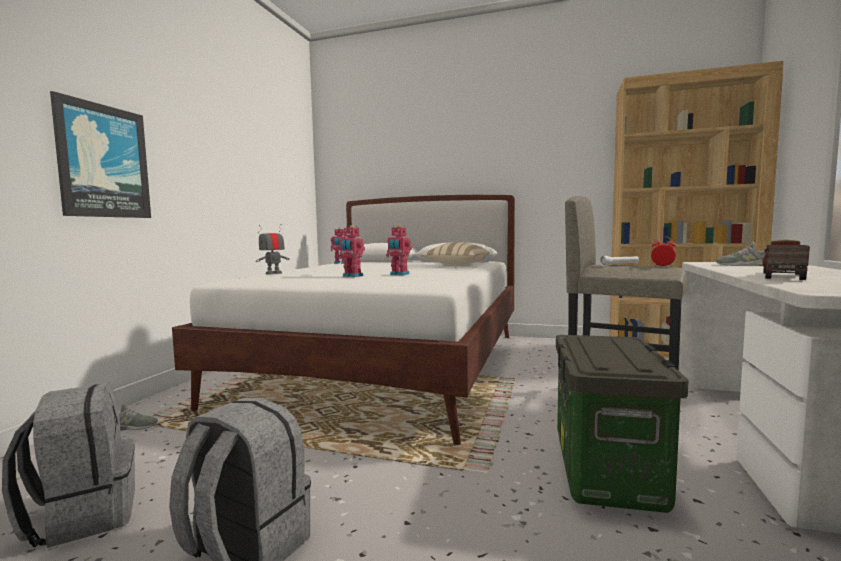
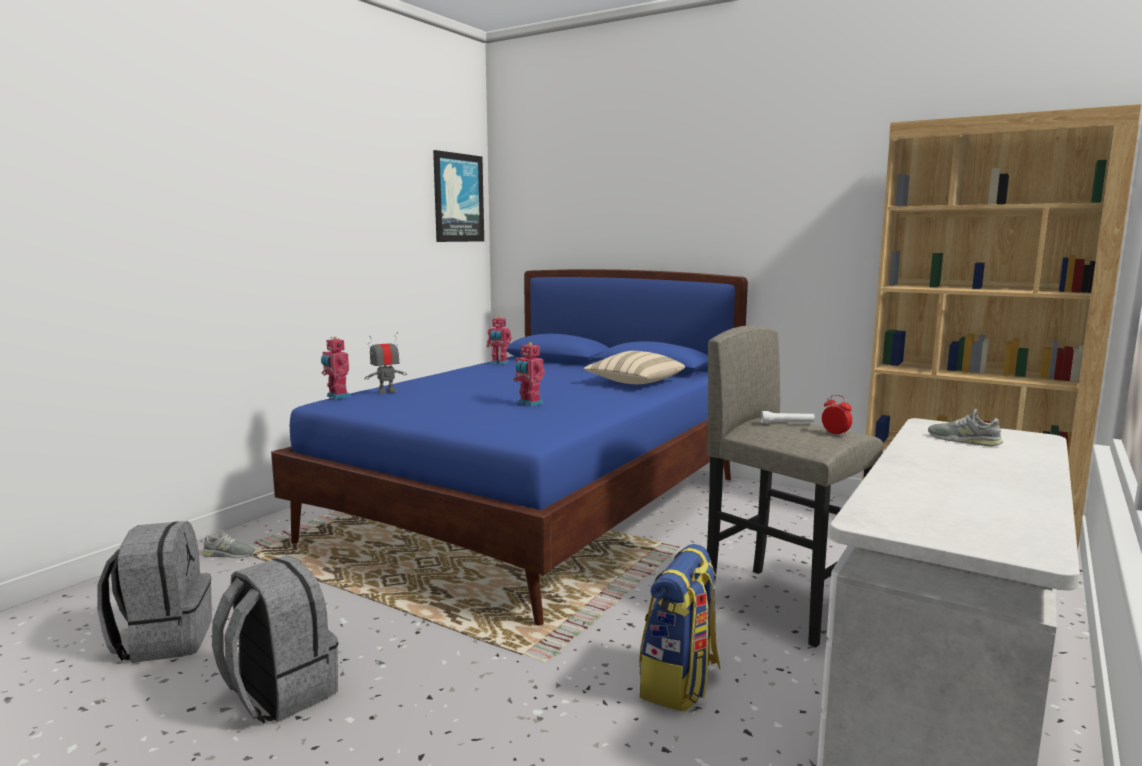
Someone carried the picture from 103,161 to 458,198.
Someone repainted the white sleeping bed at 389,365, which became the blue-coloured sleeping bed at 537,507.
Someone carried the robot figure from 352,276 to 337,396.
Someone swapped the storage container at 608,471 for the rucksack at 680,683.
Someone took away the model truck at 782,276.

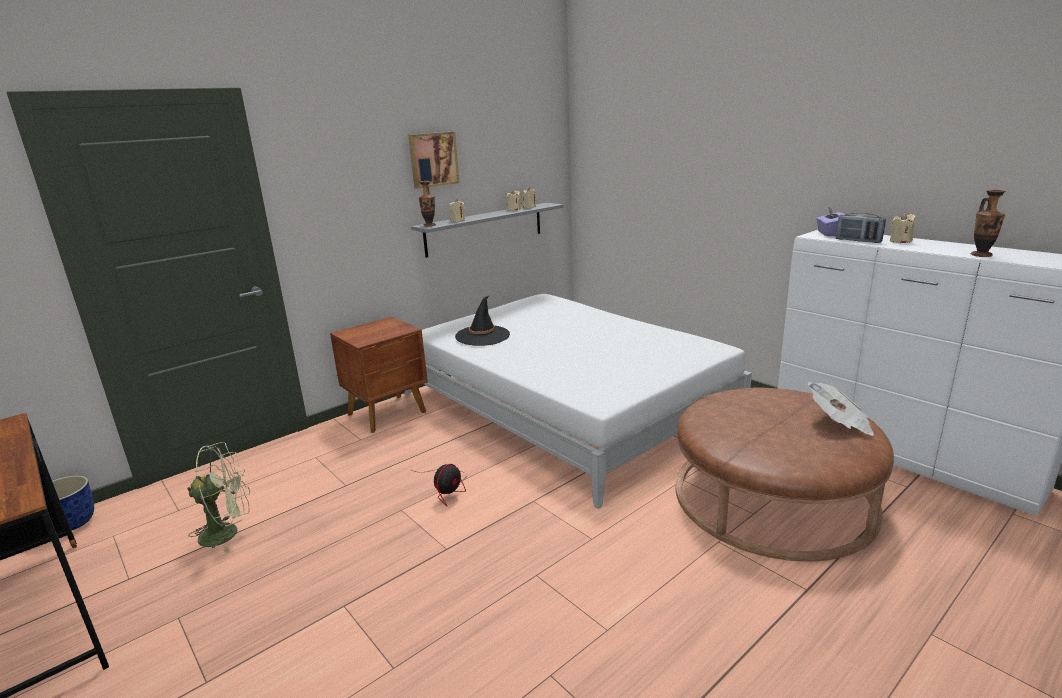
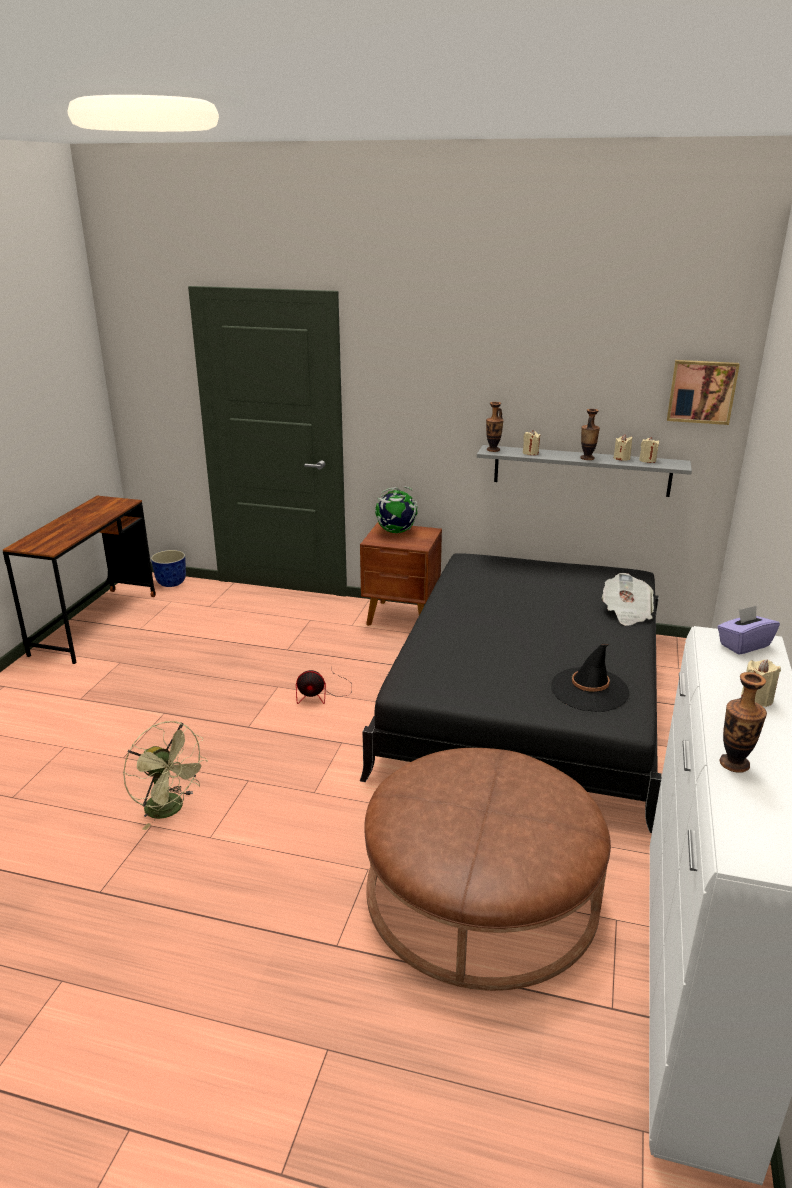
Someone carried the green electric fan from 228,533 to 170,810.
Someone repainted the white sleeping bed at 567,404, which became the black sleeping bed at 527,698.
Someone carried the picture from 433,159 to 702,391.
Someone carried the black hat from 482,336 to 589,690.
Someone carried the newspaper from 839,423 to 626,613.
Someone took away the radio set at 858,241.
Someone put down the desk globe at 396,532.
Someone put down the flower vase at 587,458.

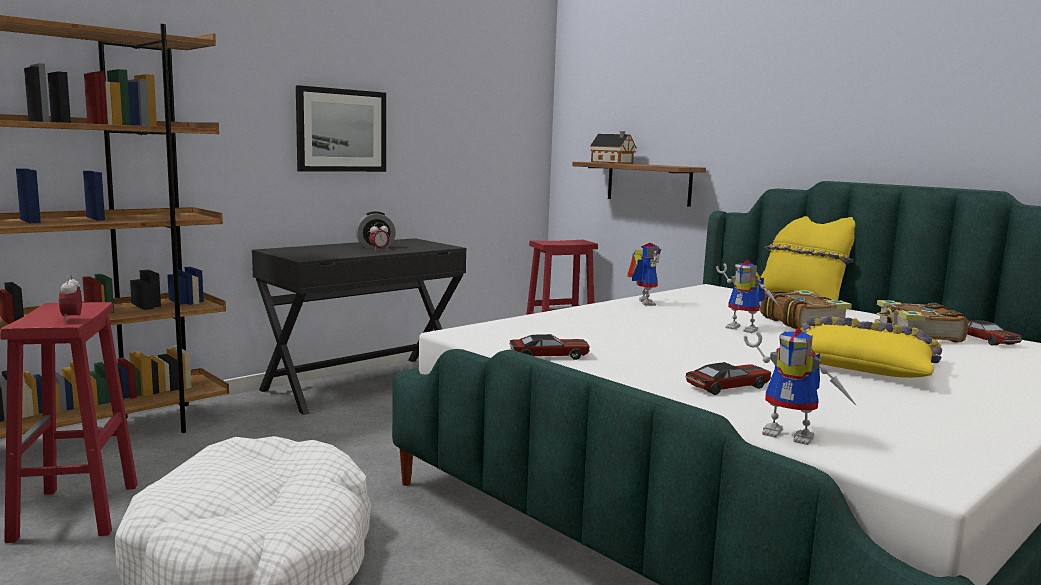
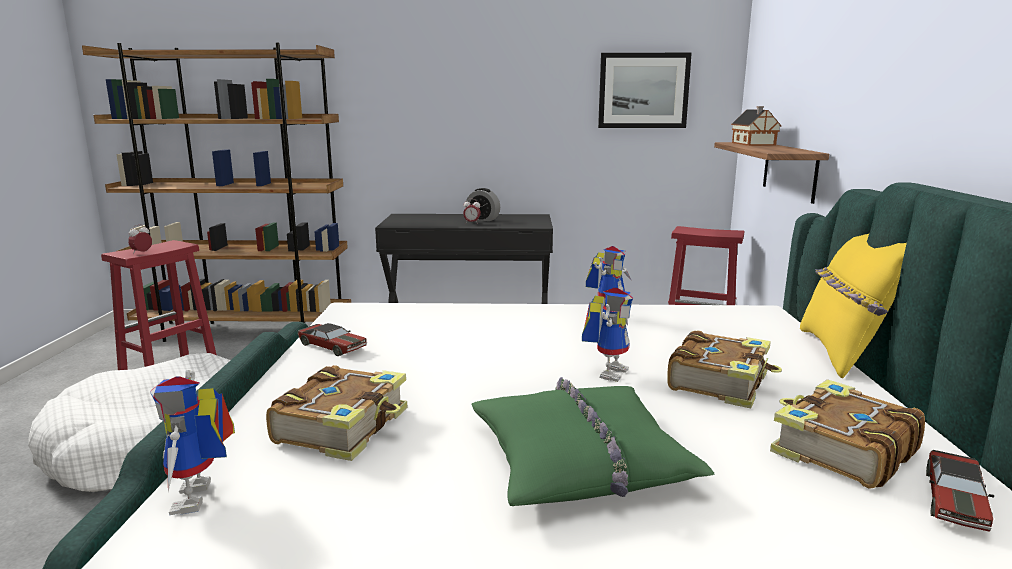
Someone carried the picture from 341,130 to 643,90.
Someone swapped the model car at 728,386 for the volume at 344,426.
Someone rotated the robot figure at 746,329 by 150 degrees counterclockwise.
Someone repainted the yellowish pillow at 863,364, which became the green pillow at 580,460.

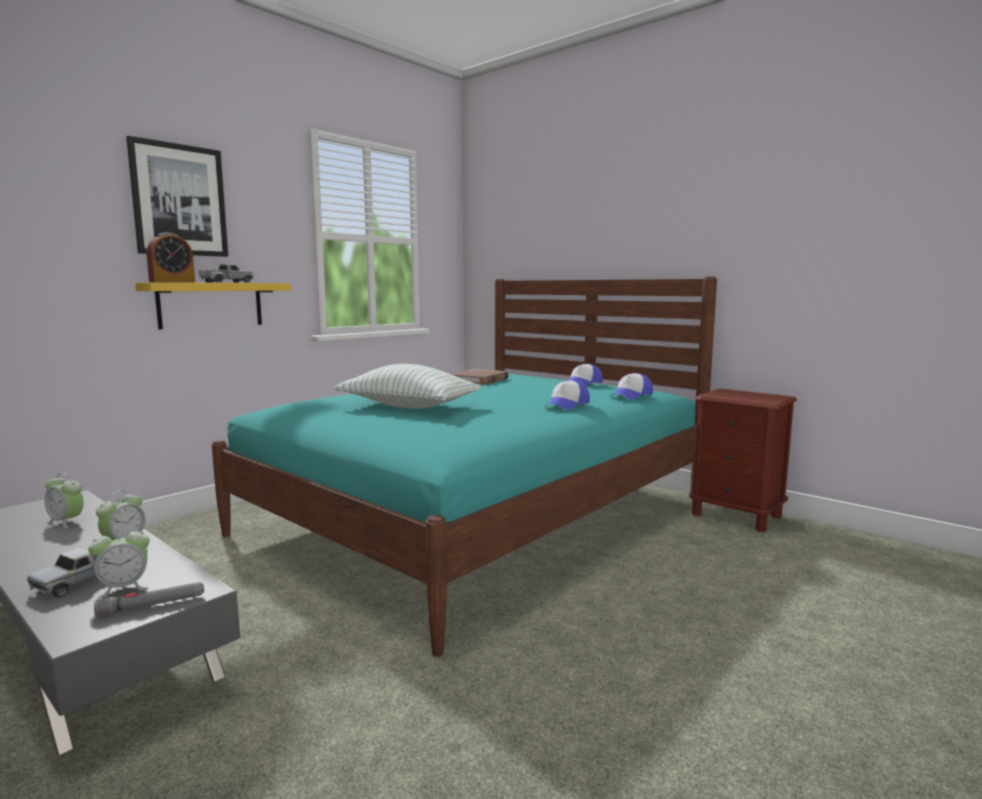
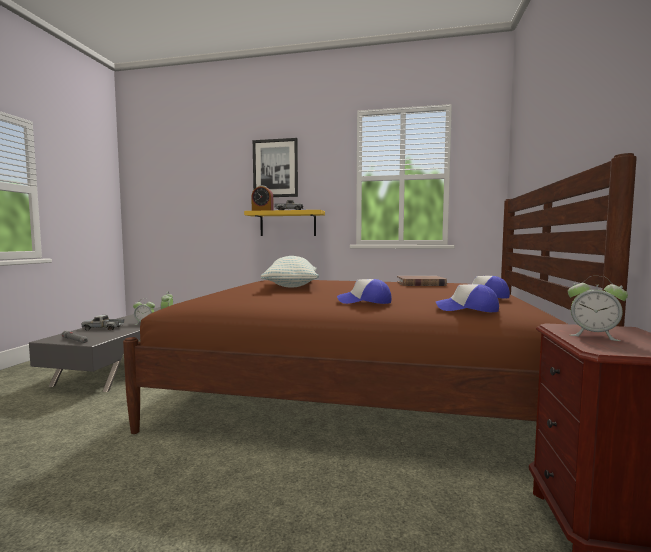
Someone carried the table clock from 124,588 to 593,335.
Someone repainted the blue-green sleeping bed at 480,515, which became the brown-coloured sleeping bed at 358,390.

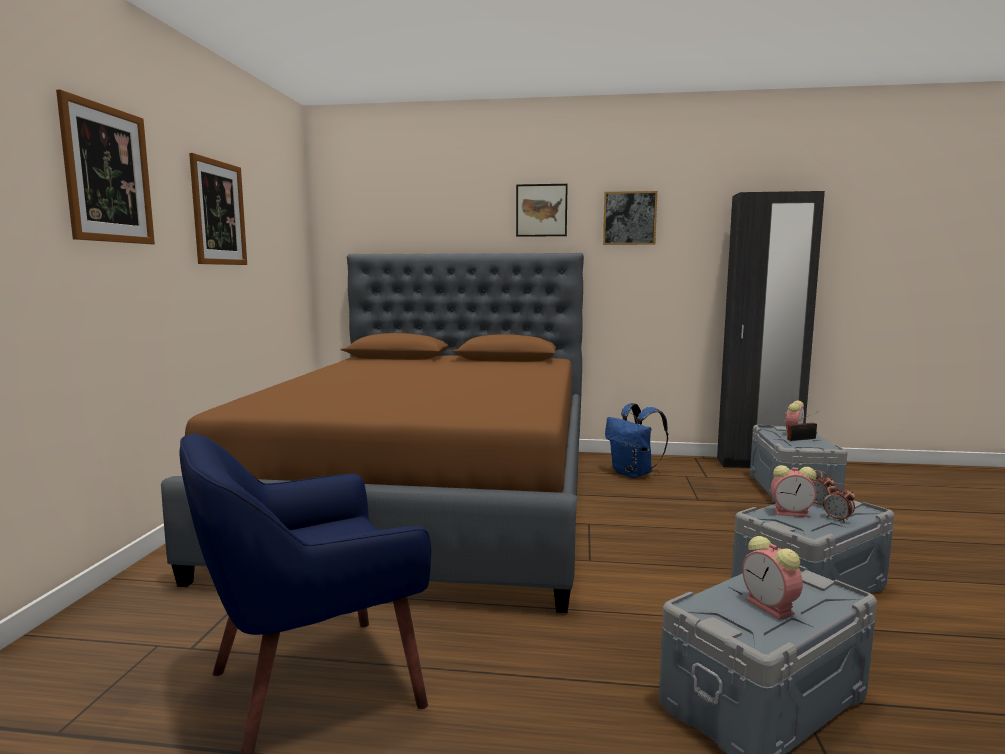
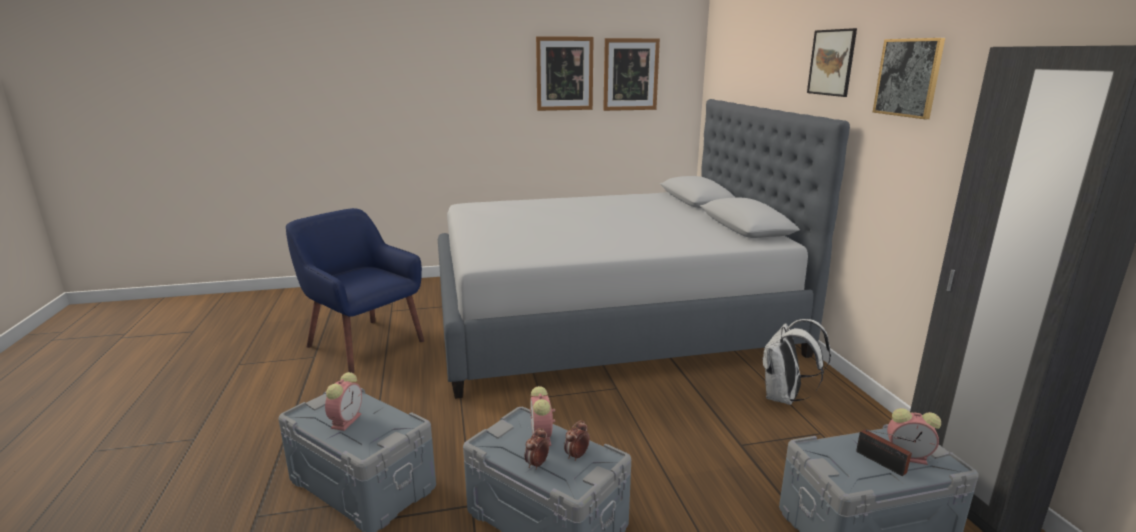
Someone carried the picture from 108,174 to 630,74.
Someone repainted the brown-coloured sleeping bed at 430,501, which became the grey sleeping bed at 606,319.
Someone repainted the blue-coloured rucksack at 634,473, which became the white rucksack at 784,398.
Someone rotated the table clock at 771,607 by 150 degrees clockwise.

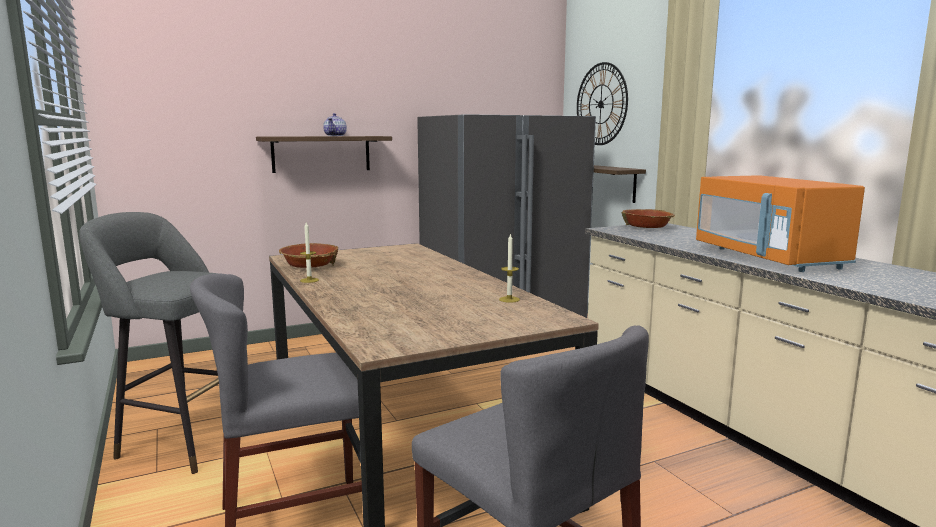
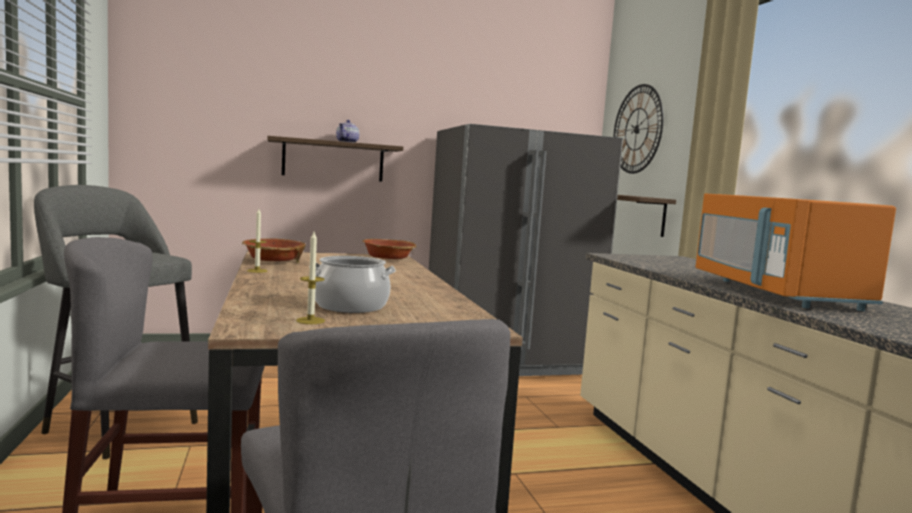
Someone carried the candle from 509,299 to 310,320.
Someone carried the bowl from 647,228 to 388,259.
Someone put down the saucepot at 351,306.

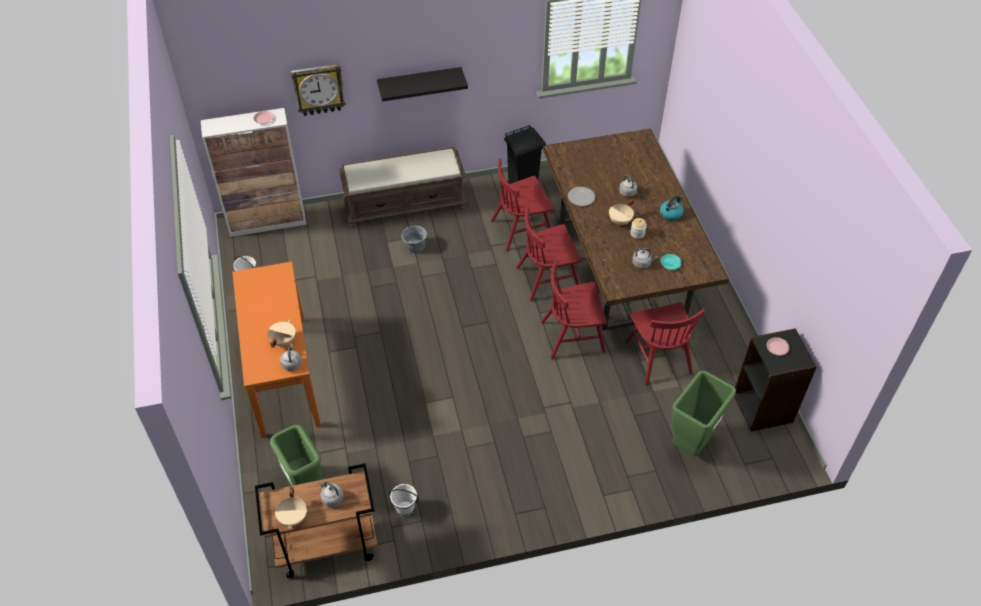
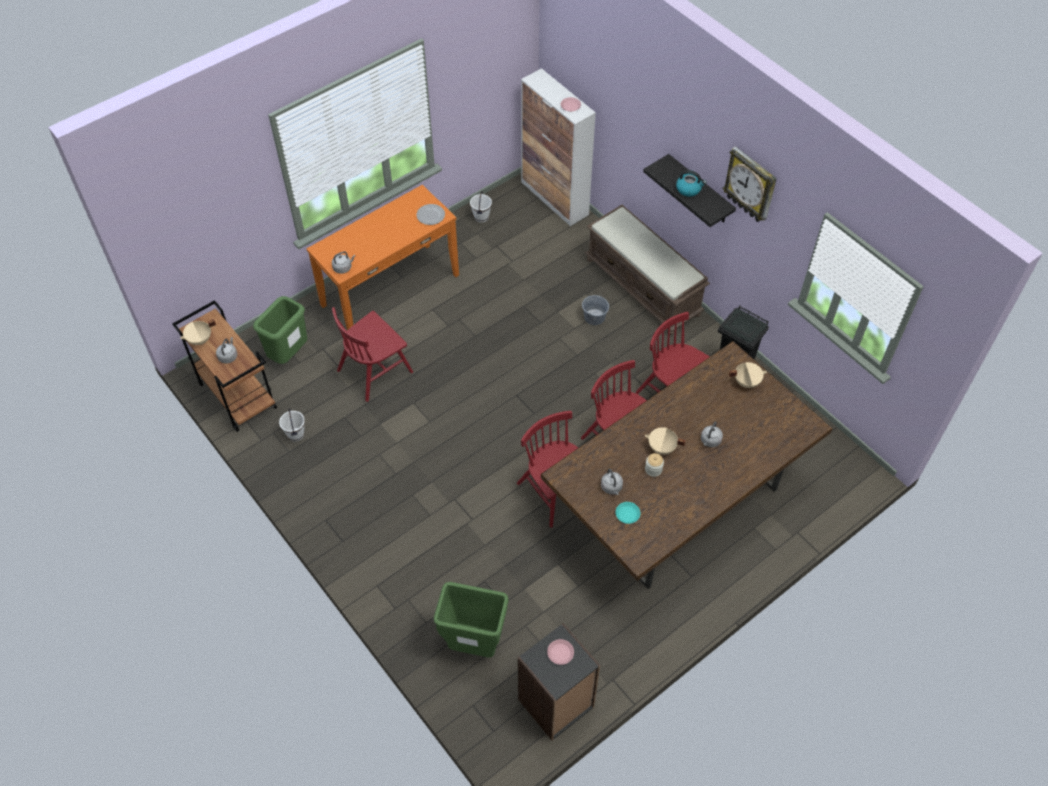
Someone carried the sand-coloured saucepot from 283,341 to 746,381.
Someone carried the wall clock from 318,89 to 750,185.
Someone carried the dinner plate from 581,197 to 431,215.
Someone carried the red upright chair from 658,357 to 375,370.
Someone carried the water kettle from 671,213 to 689,189.

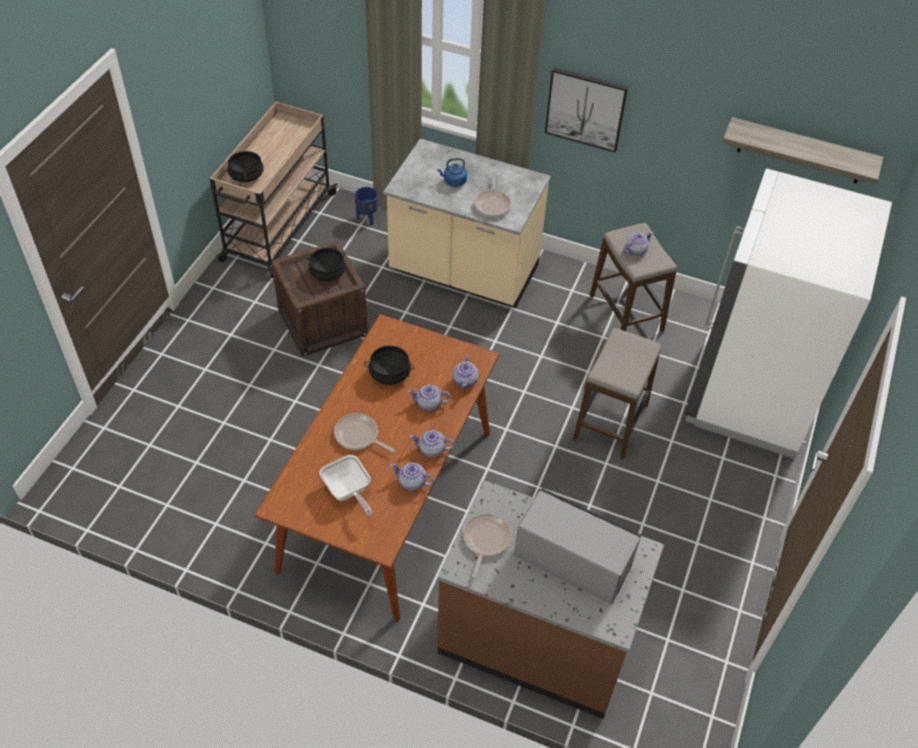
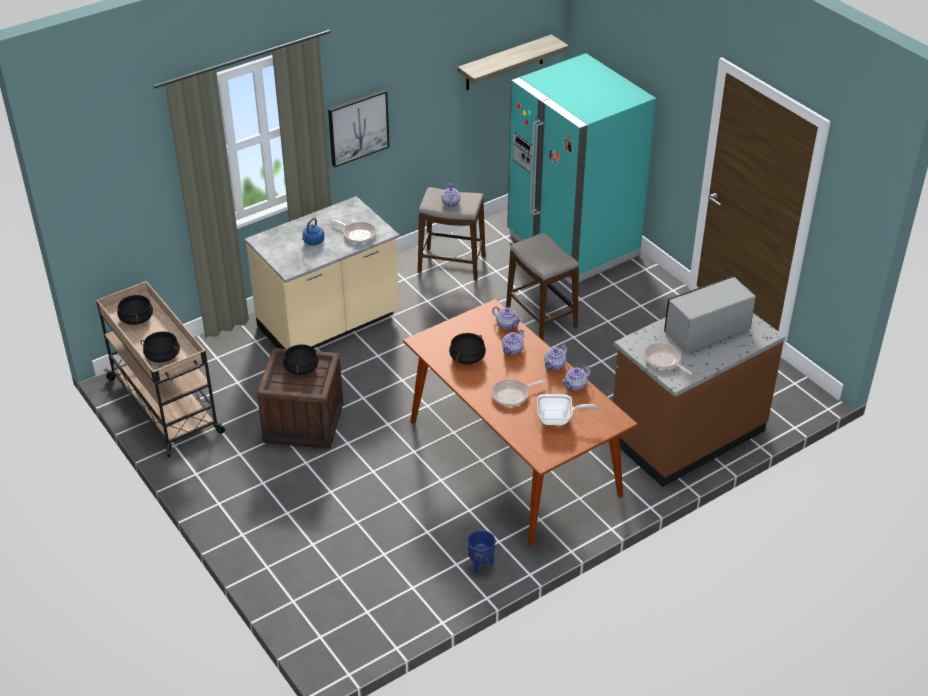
Someone carried the blue-coloured planter from 366,218 to 480,565.
Someone repainted the white refrigerator at 751,393, which became the blue-green refrigerator at 572,245.
Someone put down the black saucepot at 137,318.

